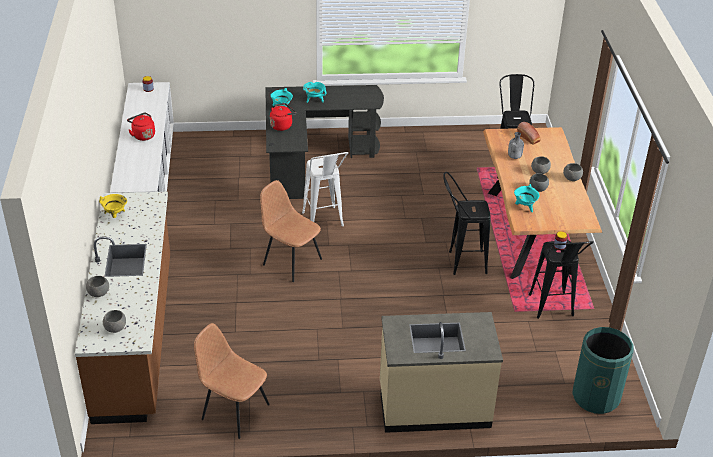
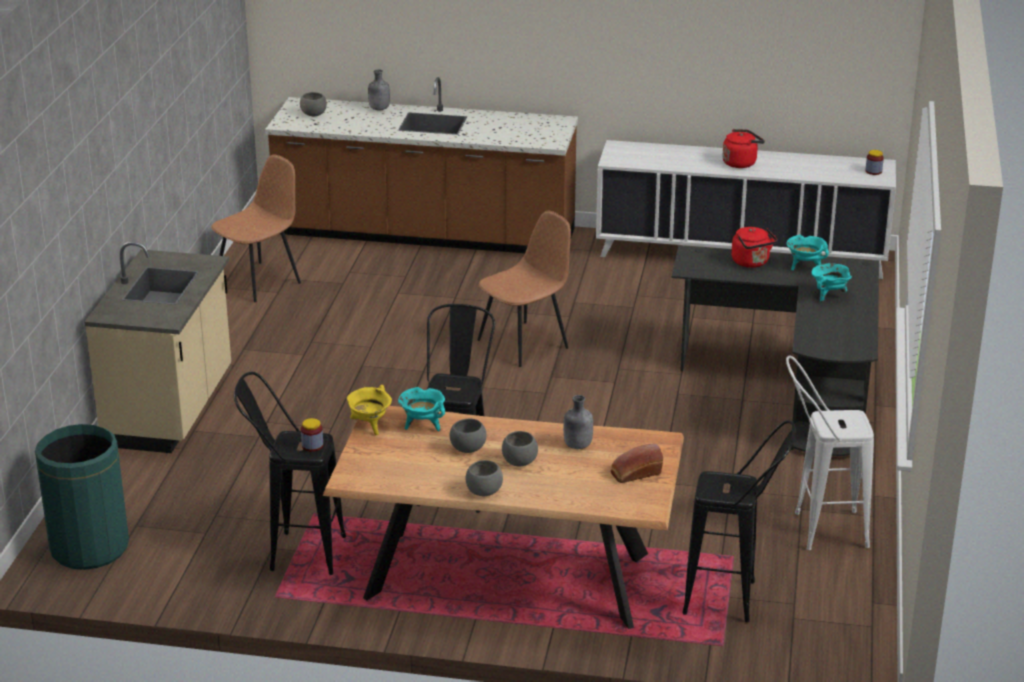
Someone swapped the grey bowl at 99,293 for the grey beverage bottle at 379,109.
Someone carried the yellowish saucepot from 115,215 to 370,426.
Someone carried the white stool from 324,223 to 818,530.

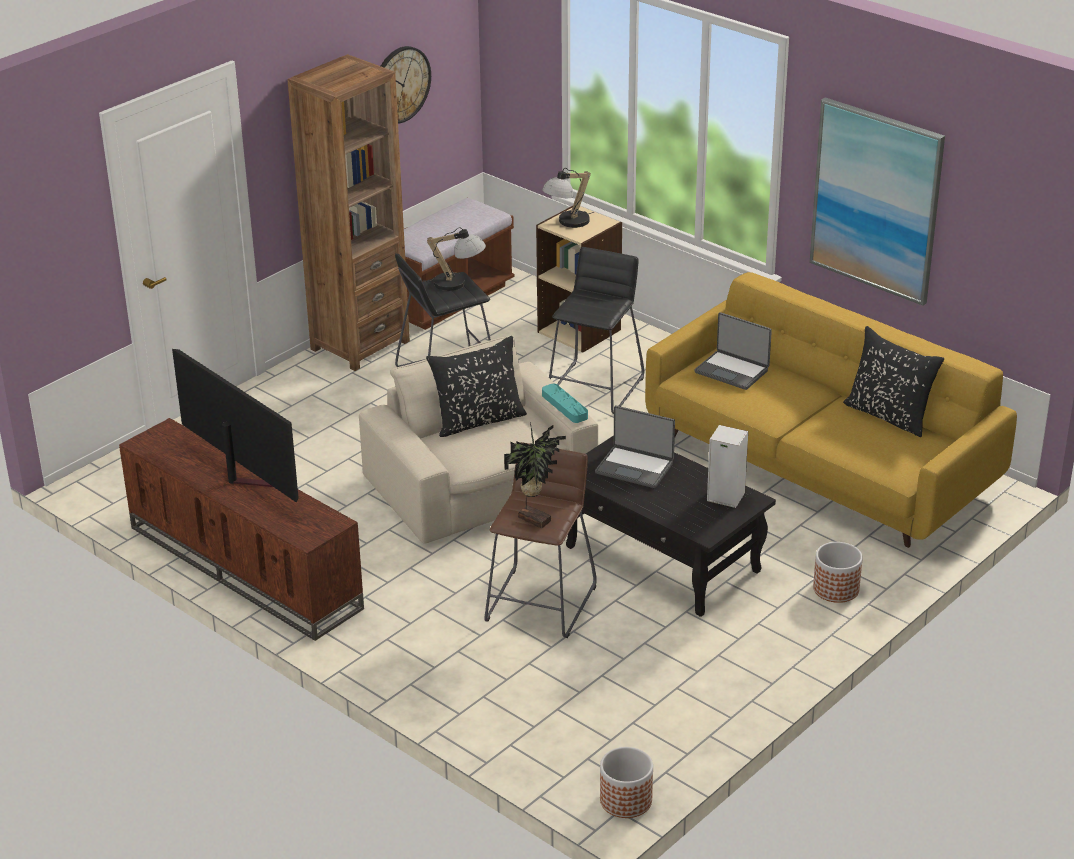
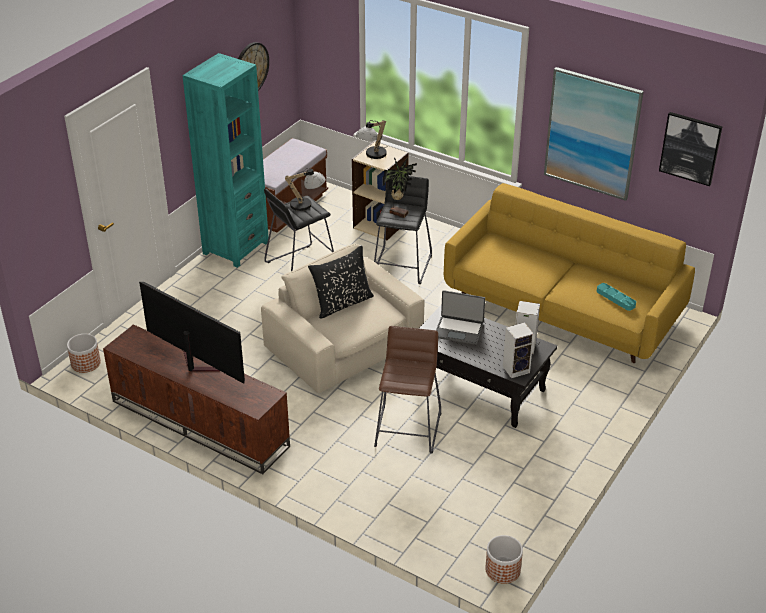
Someone repainted the brown-coloured bookcase at 360,345, which became the blue-green bookcase at 235,247.
Someone carried the potted plant from 535,518 to 399,213.
Someone carried the blue-green carrying tray from 564,406 to 615,298.
Someone took away the notebook computer at 732,371.
Someone carried the planter from 836,589 to 86,363.
Someone took away the black pillow at 889,415.
Someone put down the speaker at 516,369.
Someone put up the picture at 690,148.

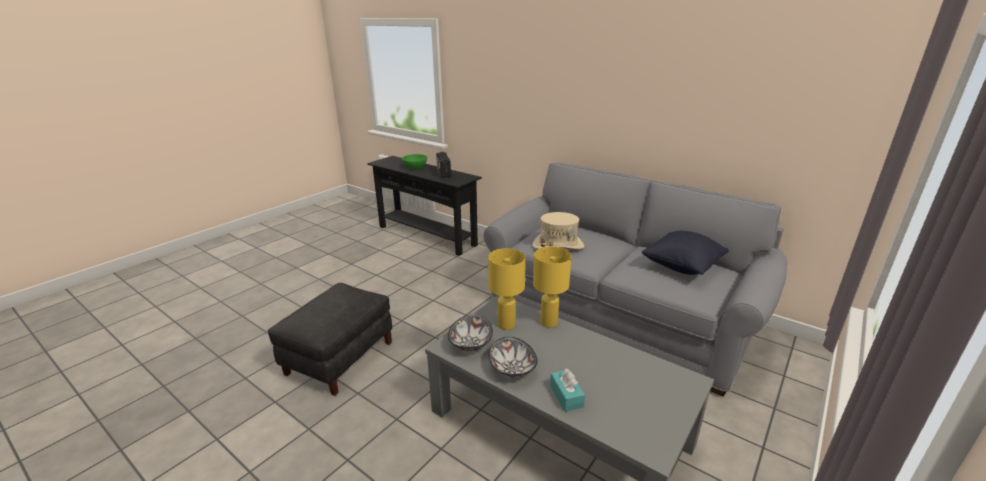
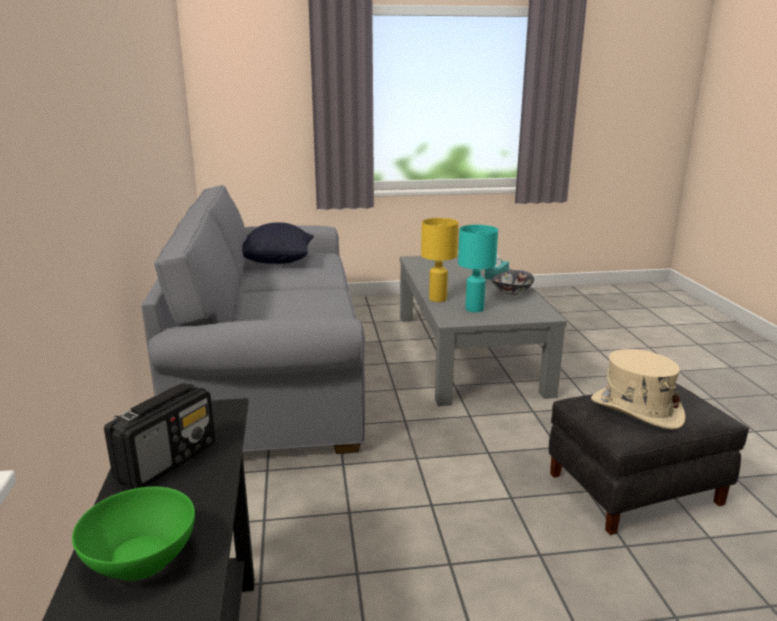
Someone took away the bowl at 471,344.
Someone repainted the yellowish tabletop lamp at 505,325, which became the blue-green tabletop lamp at 475,309.
Someone carried the sand-coloured hat from 558,245 to 636,410.

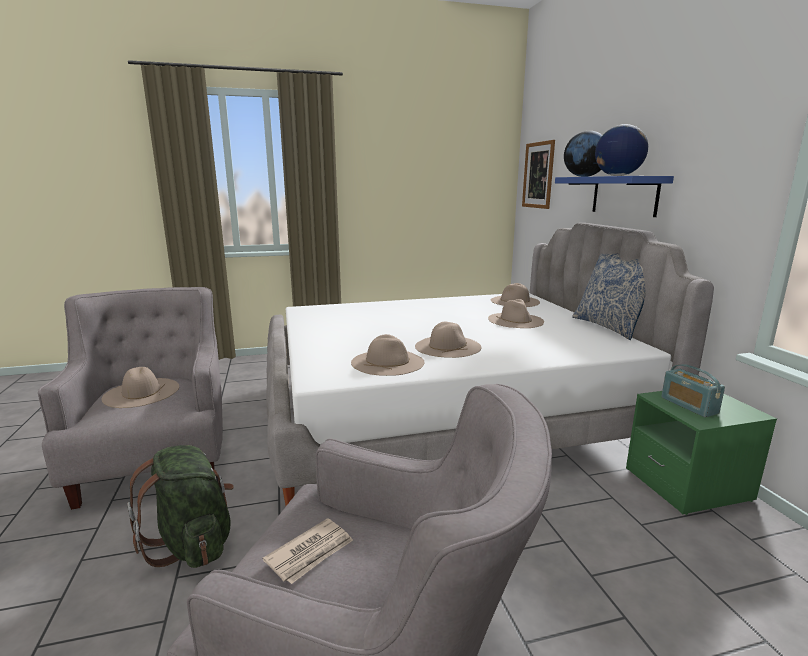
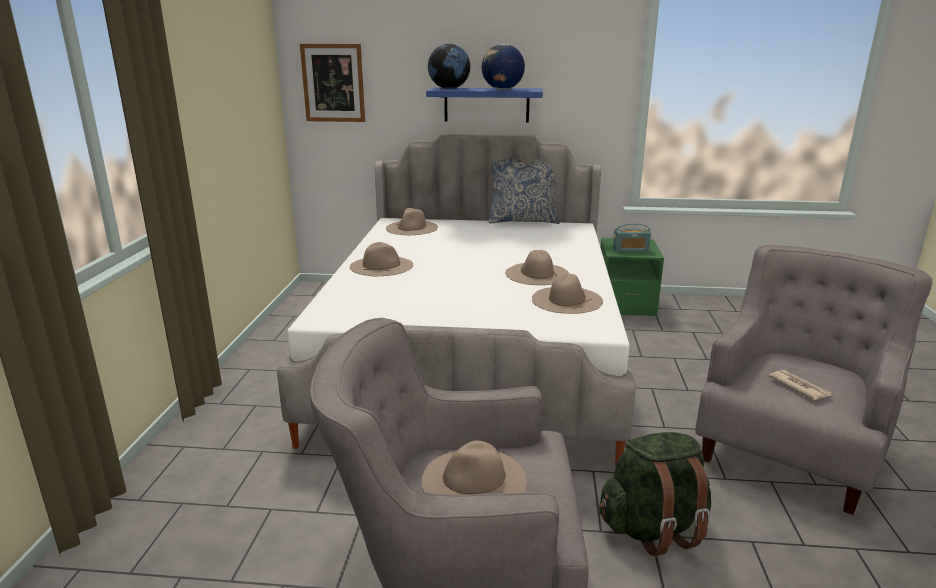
Someone carried the sand-coloured hat from 516,320 to 381,266.

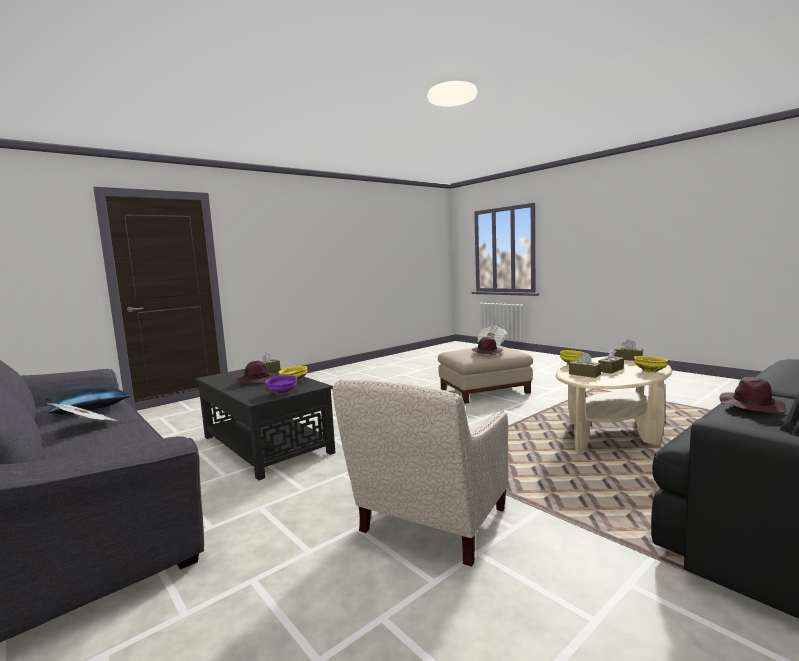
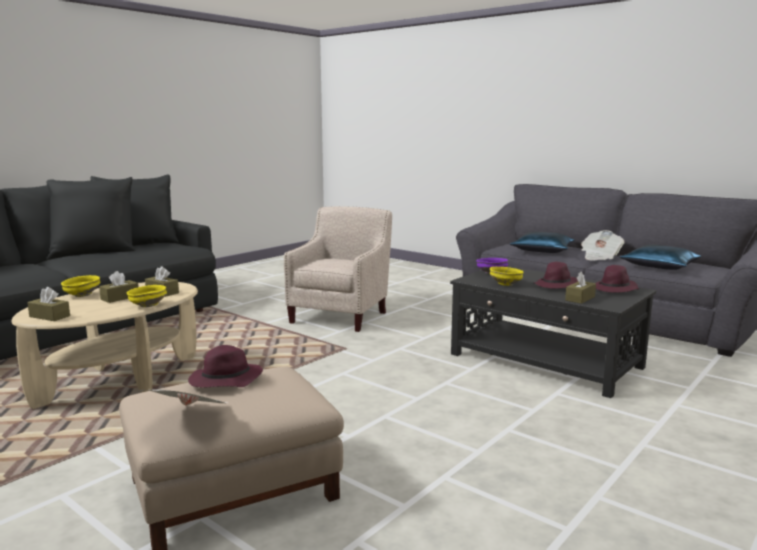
Someone carried the purple hat from 751,406 to 615,290.
Someone put down the blue-coloured pillow at 543,250.

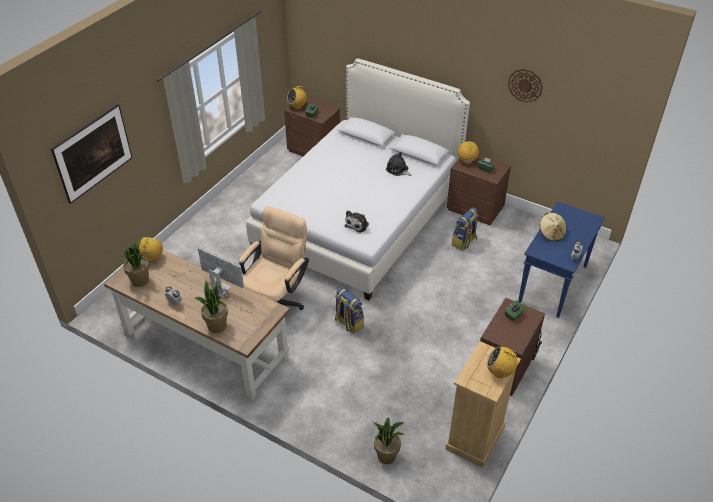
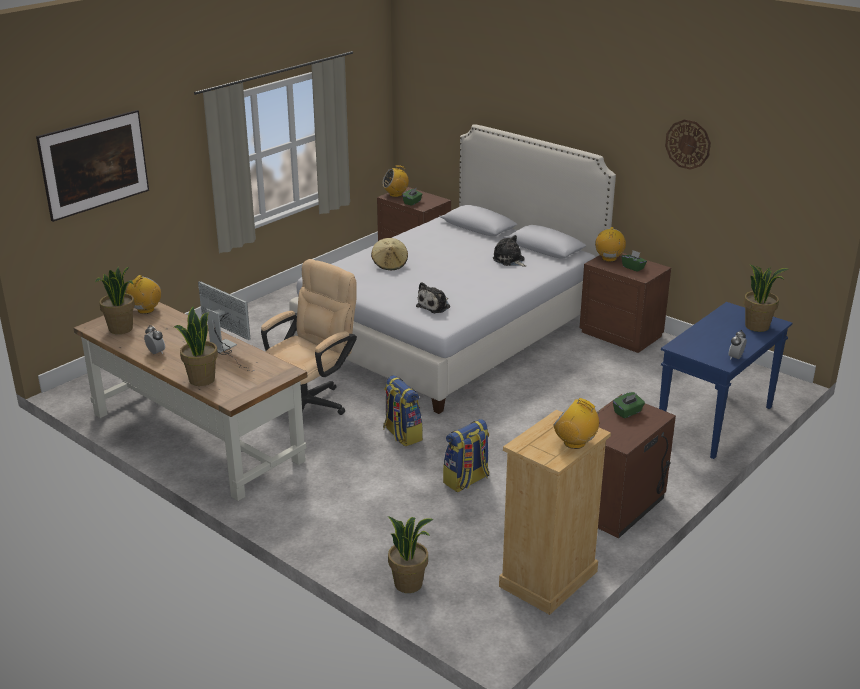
Someone carried the rucksack from 464,242 to 466,481.
Someone carried the sand-coloured hat from 551,233 to 390,264.
Someone put down the potted plant at 757,326.

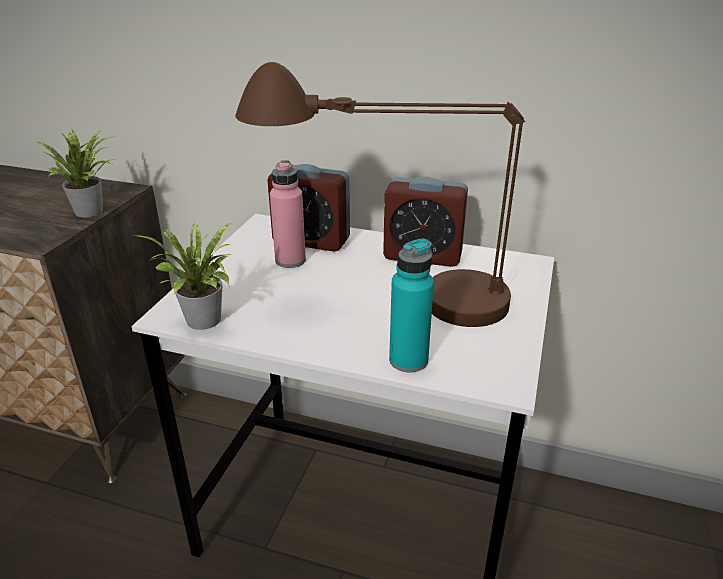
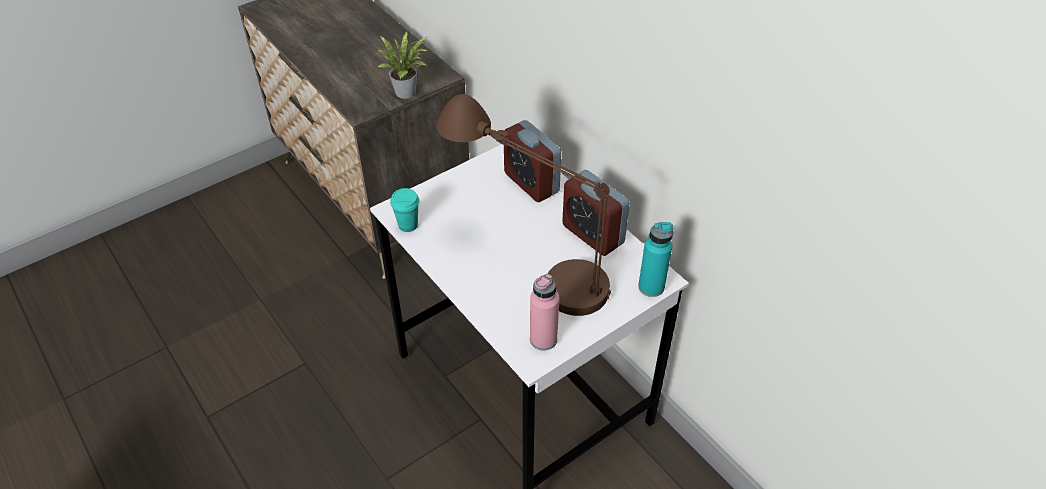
Someone swapped the potted plant at 203,322 for the blue-green small cup at 408,225.
Someone carried the pinkish beverage bottle from 290,260 to 543,339.
Someone carried the blue-green beverage bottle from 408,360 to 651,287.

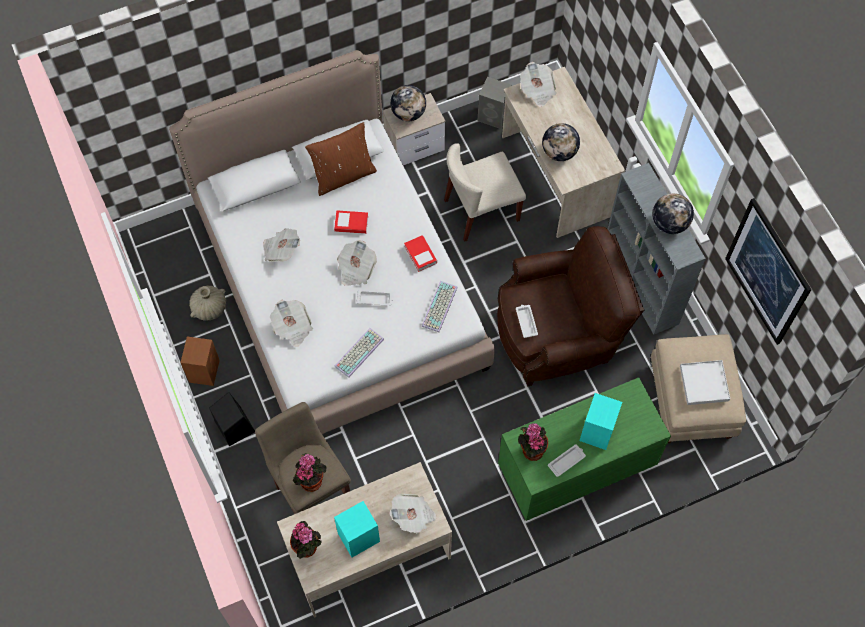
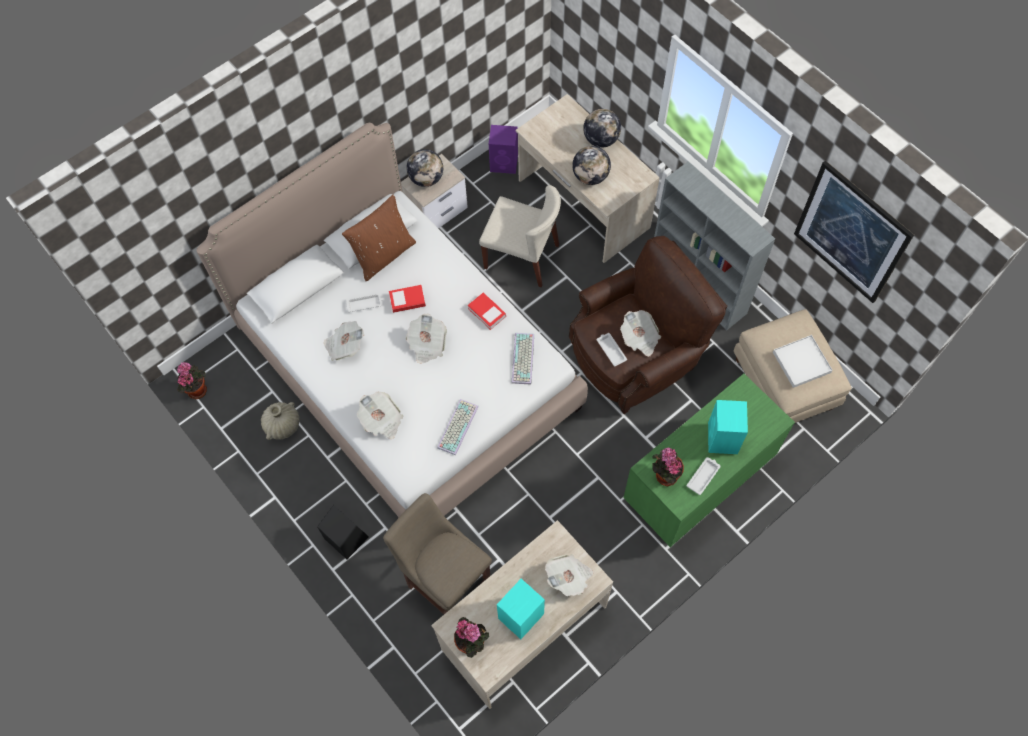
Someone took away the brown-coloured speaker at 204,370.
Someone carried the potted plant from 311,479 to 196,389.
Someone carried the white carrying tray from 375,299 to 365,303.
Someone rotated the sand-coloured upright chair at 481,211 by 120 degrees counterclockwise.
Someone repainted the grey speaker at 494,116, which became the purple speaker at 504,163.
Someone carried the newspaper from 537,90 to 639,338.
Someone carried the desk globe from 669,223 to 601,139.

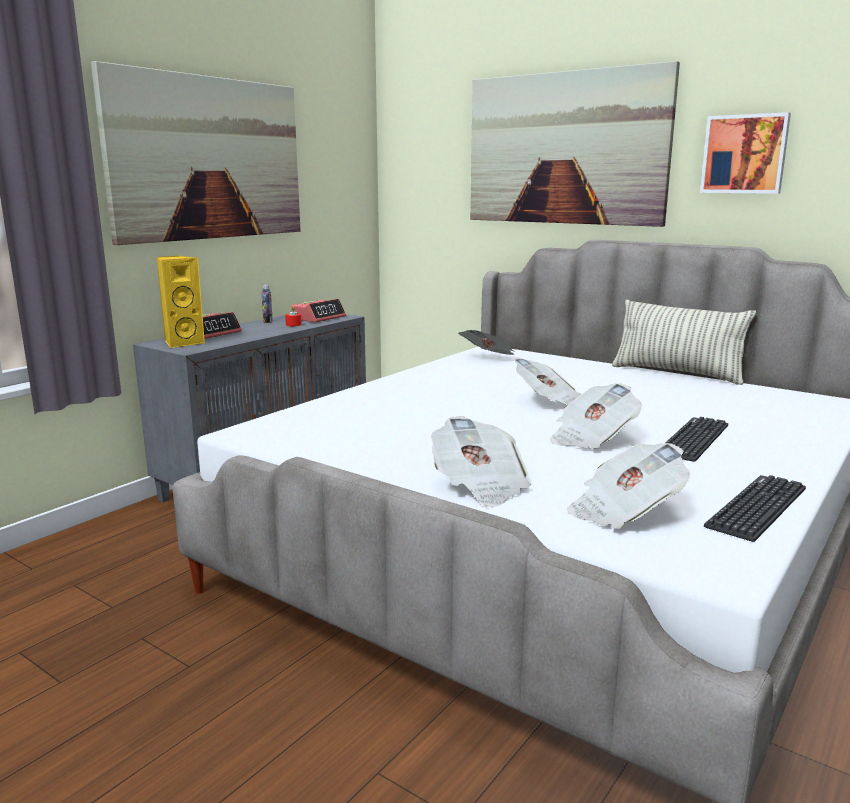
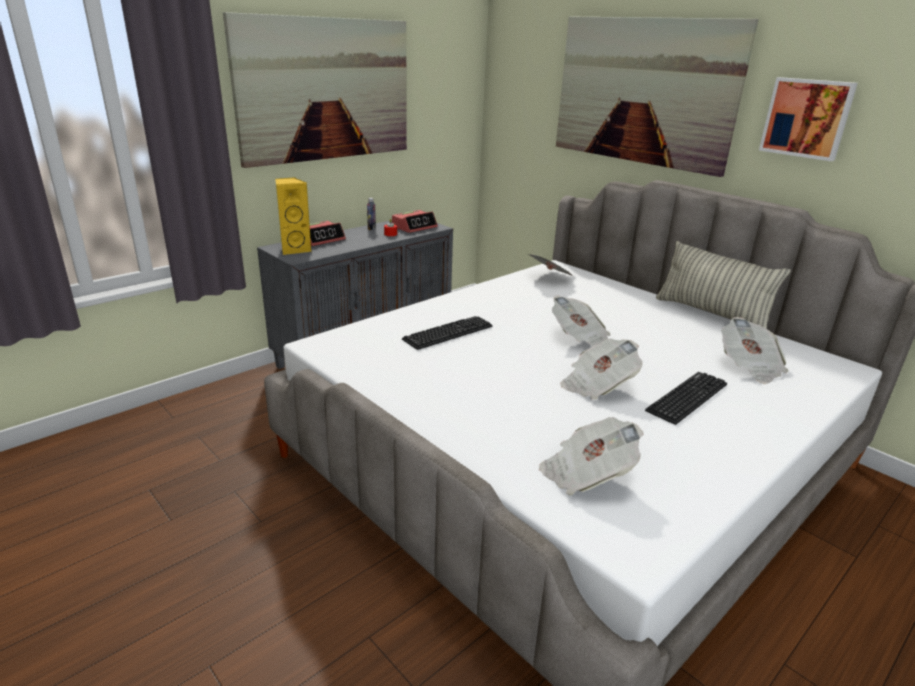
Someone carried the newspaper from 479,486 to 749,366.
Someone carried the keyboard from 757,507 to 448,333.

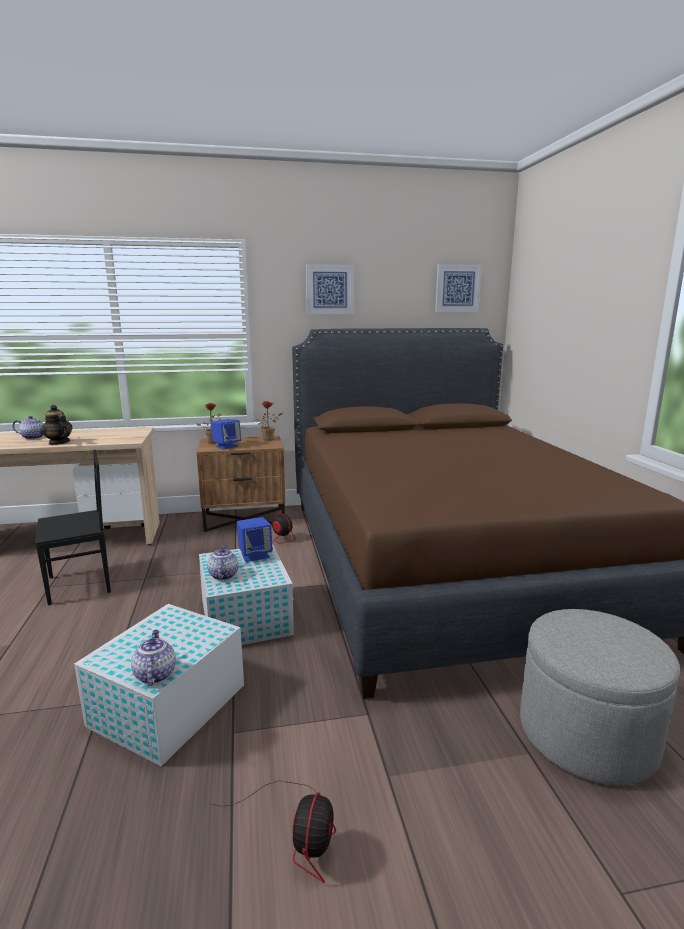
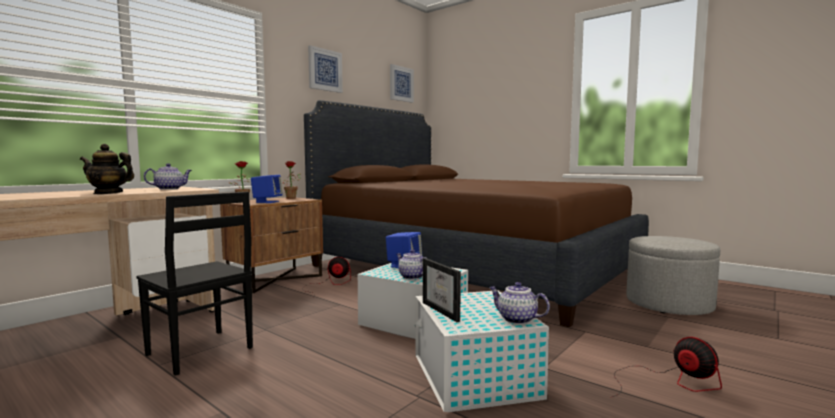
Someone carried the pot for tea from 34,437 to 170,189.
Someone rotated the black upright chair at 81,584 by 105 degrees clockwise.
Someone put down the photo frame at 446,311.

